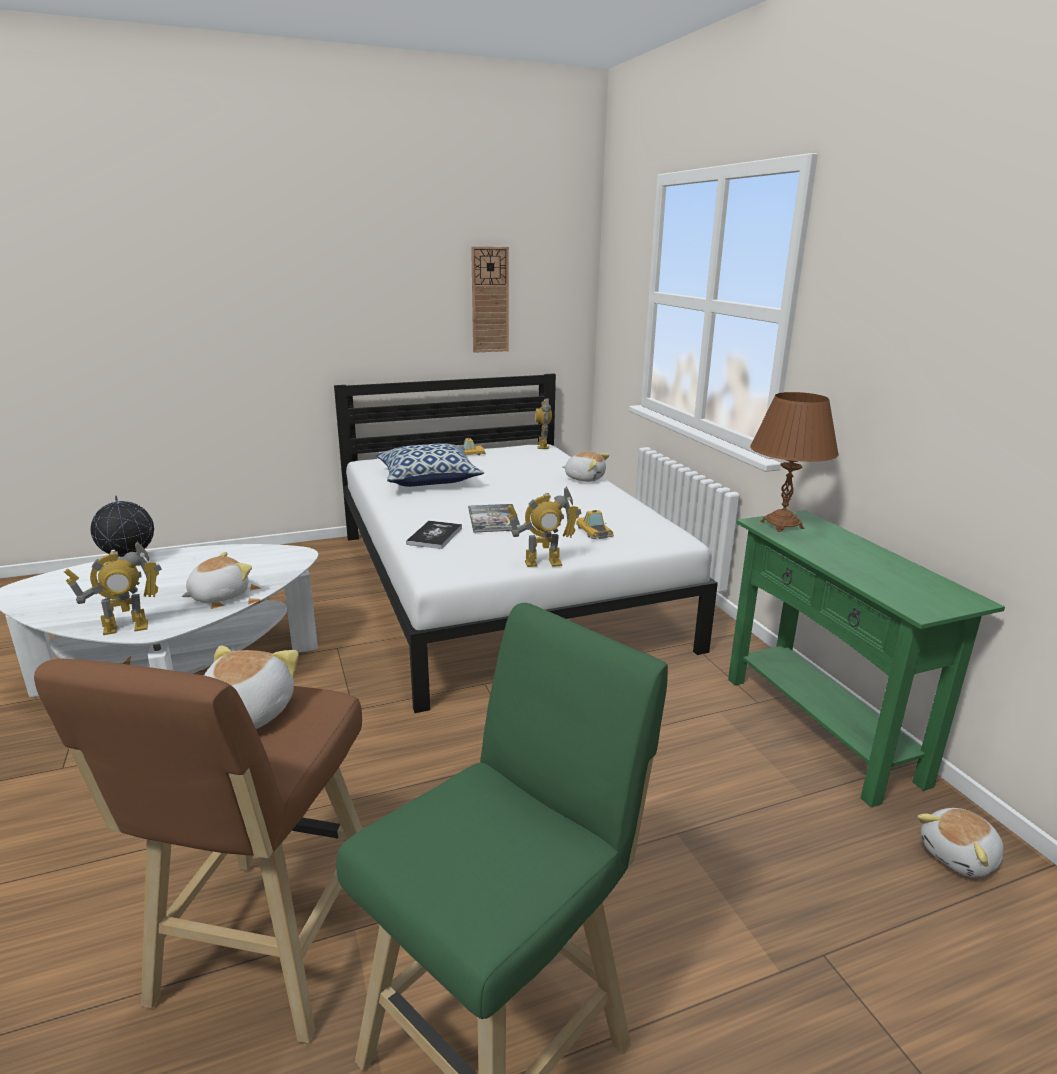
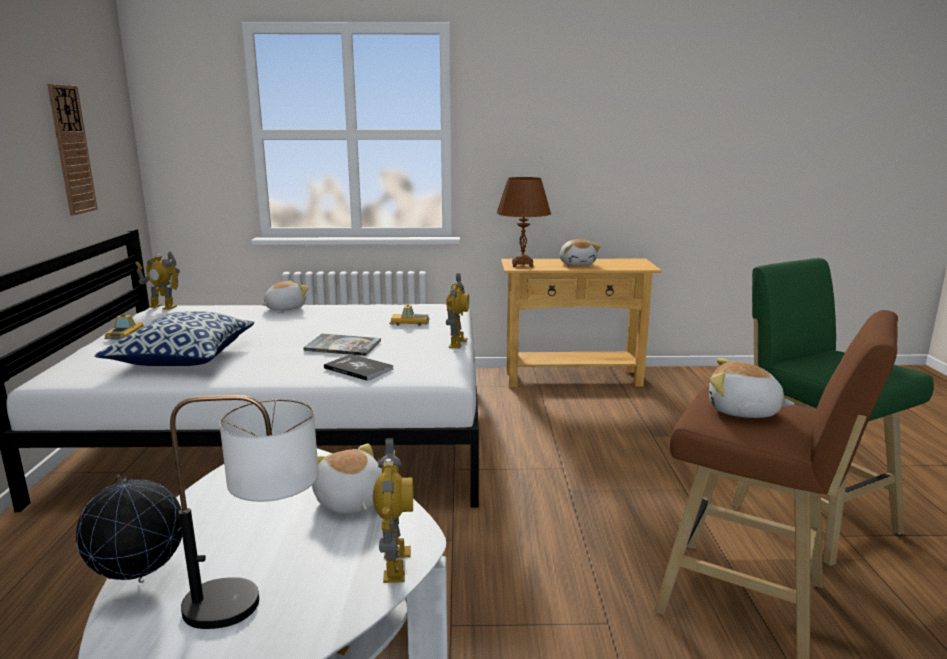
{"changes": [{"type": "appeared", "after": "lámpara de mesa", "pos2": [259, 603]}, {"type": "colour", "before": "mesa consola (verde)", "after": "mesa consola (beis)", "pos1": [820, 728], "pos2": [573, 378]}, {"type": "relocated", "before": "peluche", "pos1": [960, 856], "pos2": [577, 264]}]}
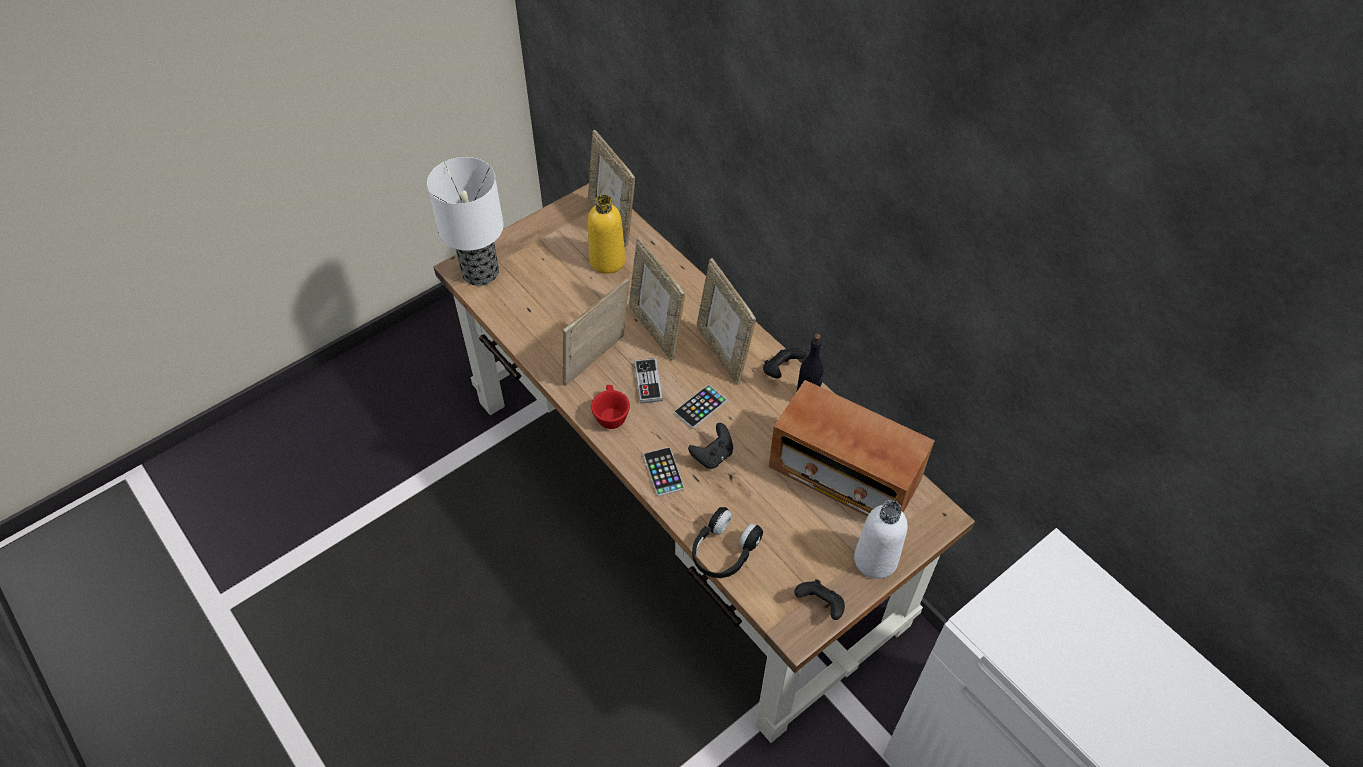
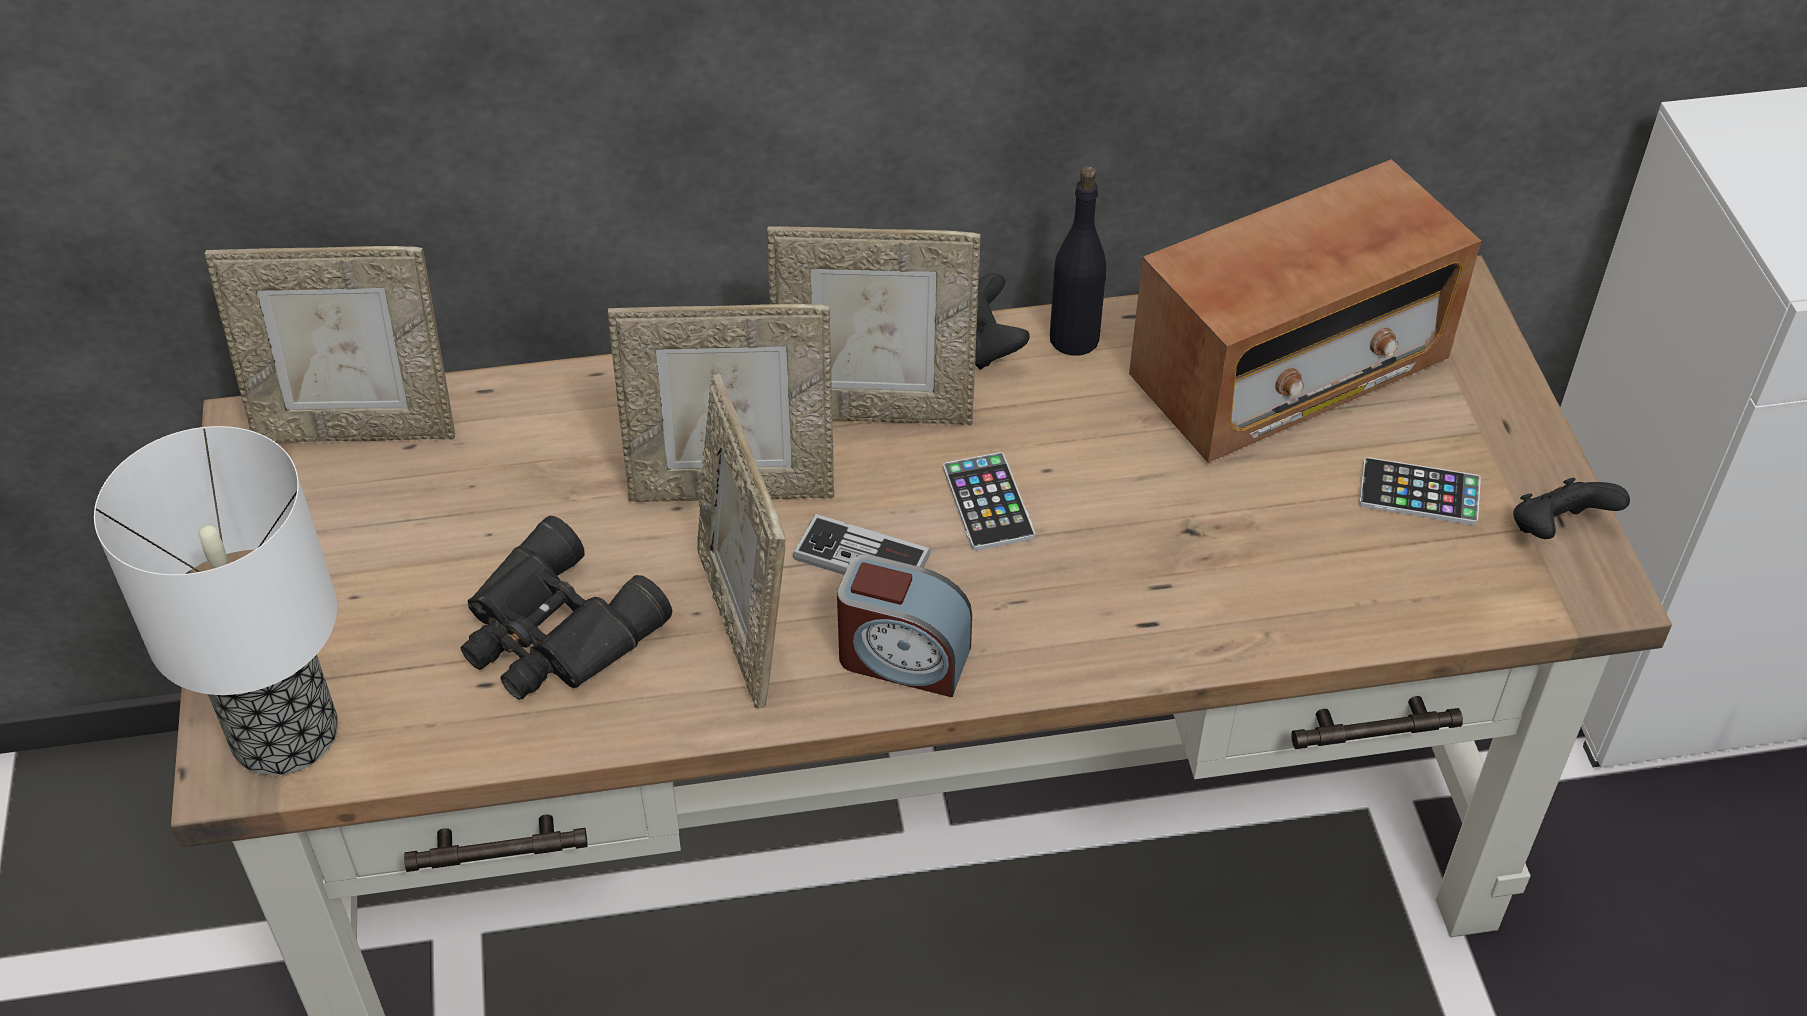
{"changes": [{"type": "appeared", "after": "prismáticos (negro)", "pos2": [554, 633]}, {"type": "exchanged", "before": "taza (rojo)", "after": "despertador", "pos1": [610, 414], "pos2": [903, 658]}, {"type": "relocated", "before": "móvil", "pos1": [663, 472], "pos2": [1419, 493]}, {"type": "missing", "before": "botella (amarillo)", "pos1": [607, 261]}, {"type": "missing", "before": "mando de consola (negro)", "pos1": [713, 456]}, {"type": "missing", "before": "auriculares (negro)", "pos1": [723, 551]}, {"type": "missing", "before": "botella (blanco)", "pos1": [875, 559]}]}
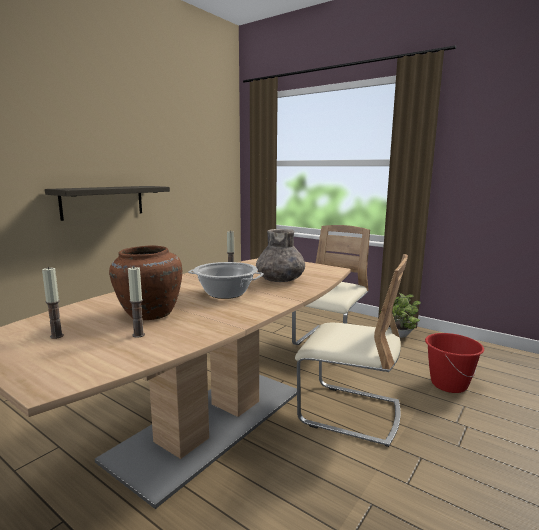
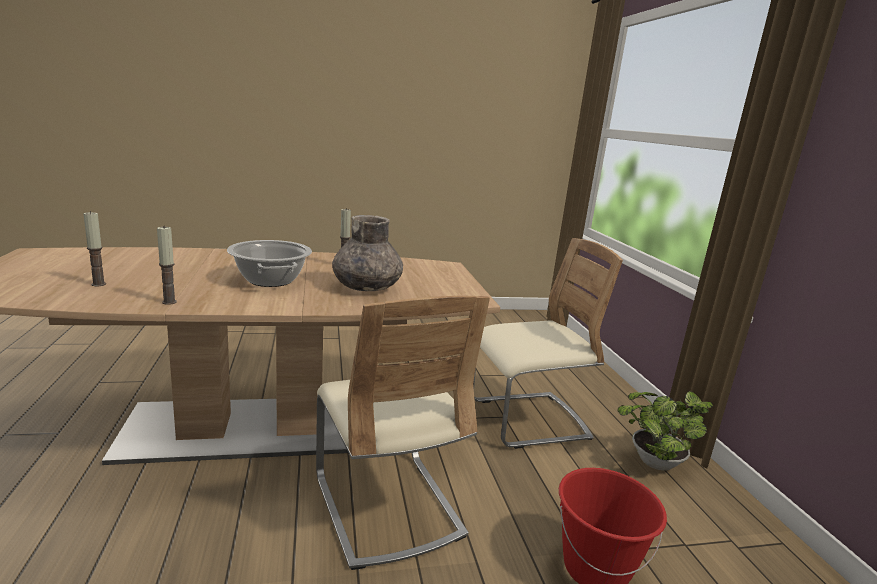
{"changes": [{"type": "relocated", "before": "vela", "pos1": [56, 336], "pos2": [169, 302]}, {"type": "missing", "before": "estante", "pos1": [103, 202]}, {"type": "missing", "before": "florero (marrón)", "pos1": [148, 313]}]}
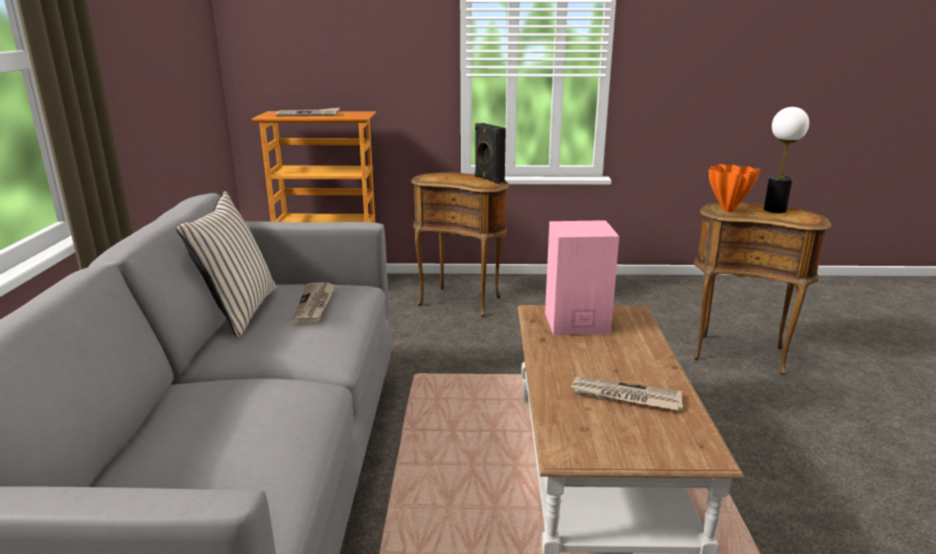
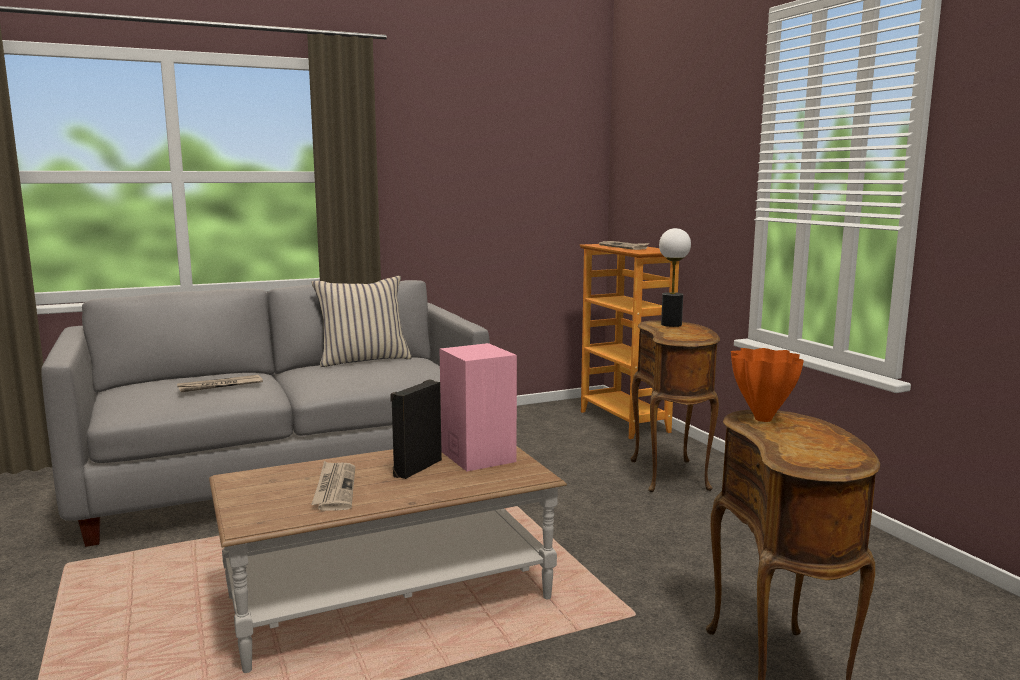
{"changes": [{"type": "relocated", "before": "periódico", "pos1": [315, 305], "pos2": [219, 386]}, {"type": "relocated", "before": "altavoz (negro)", "pos1": [488, 179], "pos2": [416, 468]}, {"type": "relocated", "before": "lámpara de mesa", "pos1": [775, 210], "pos2": [671, 325]}]}
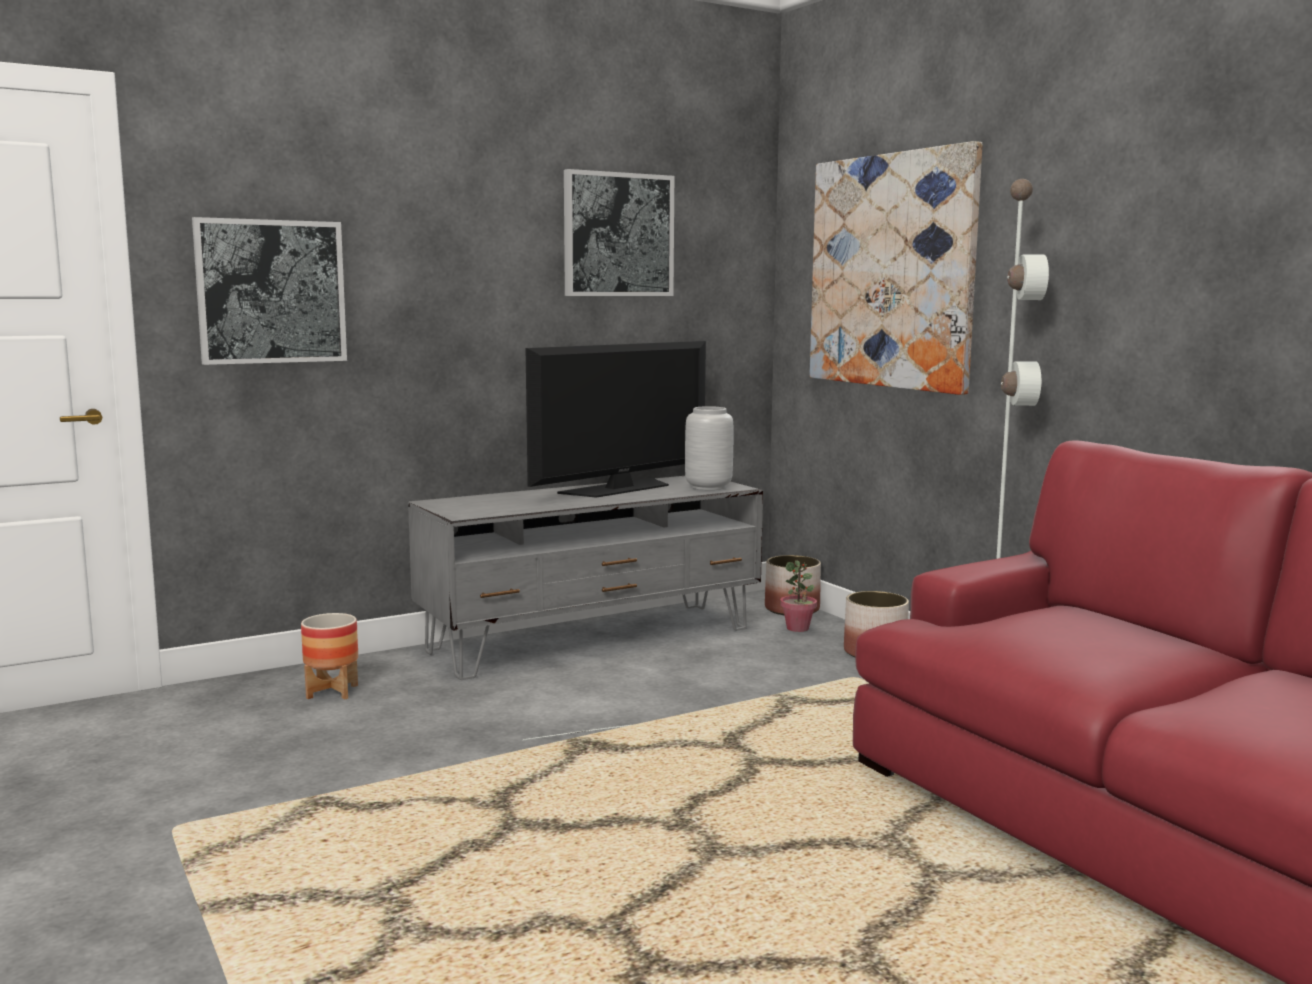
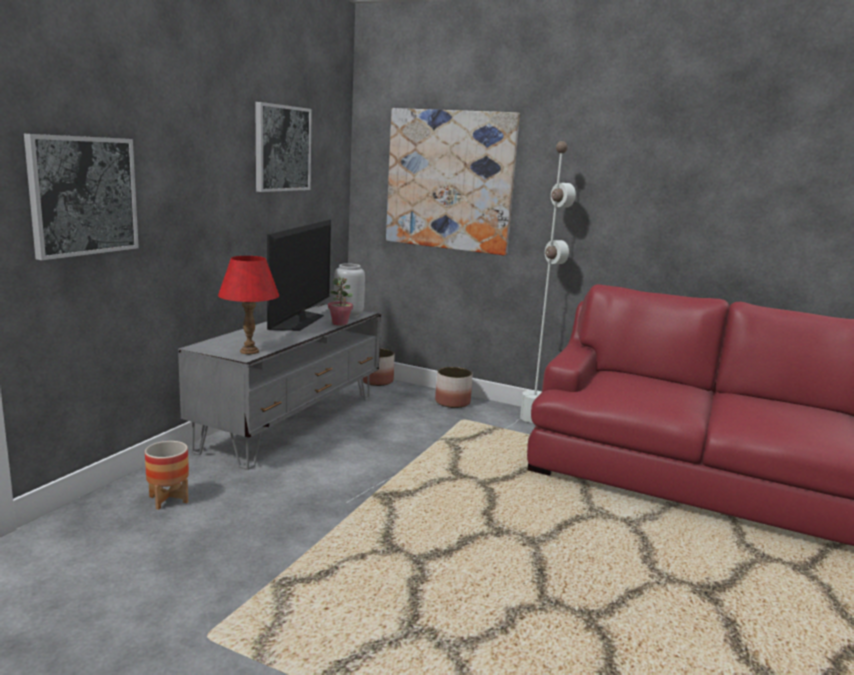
{"changes": [{"type": "appeared", "after": "lámpara de mesa (rojo)", "pos2": [249, 351]}, {"type": "relocated", "before": "planta en maceta", "pos1": [798, 628], "pos2": [340, 323]}]}
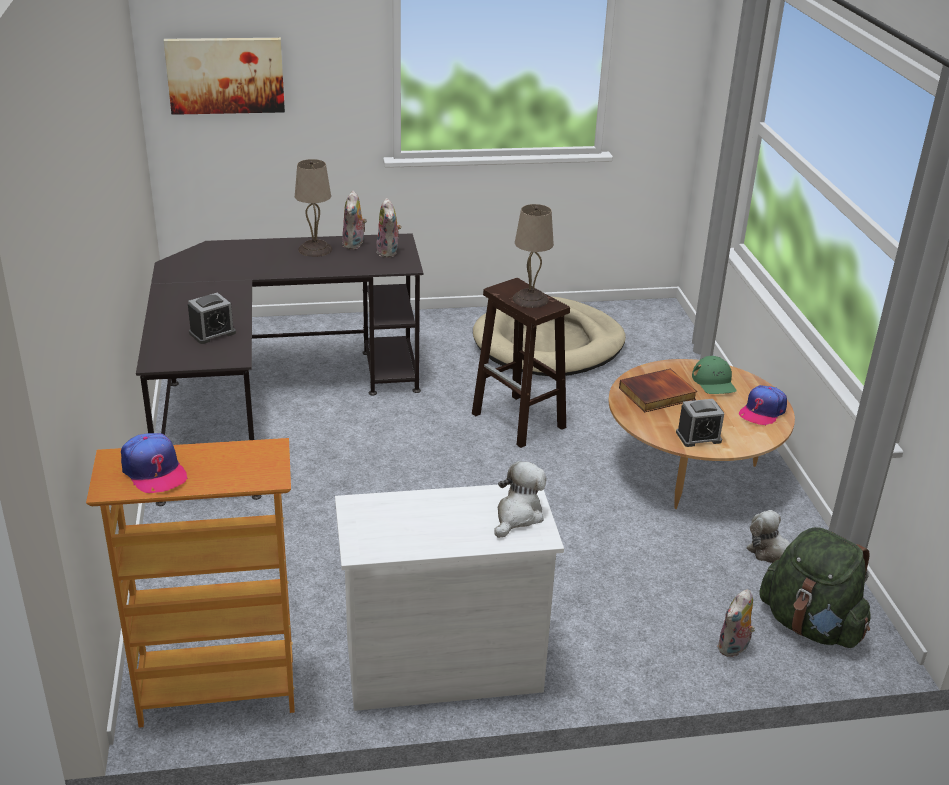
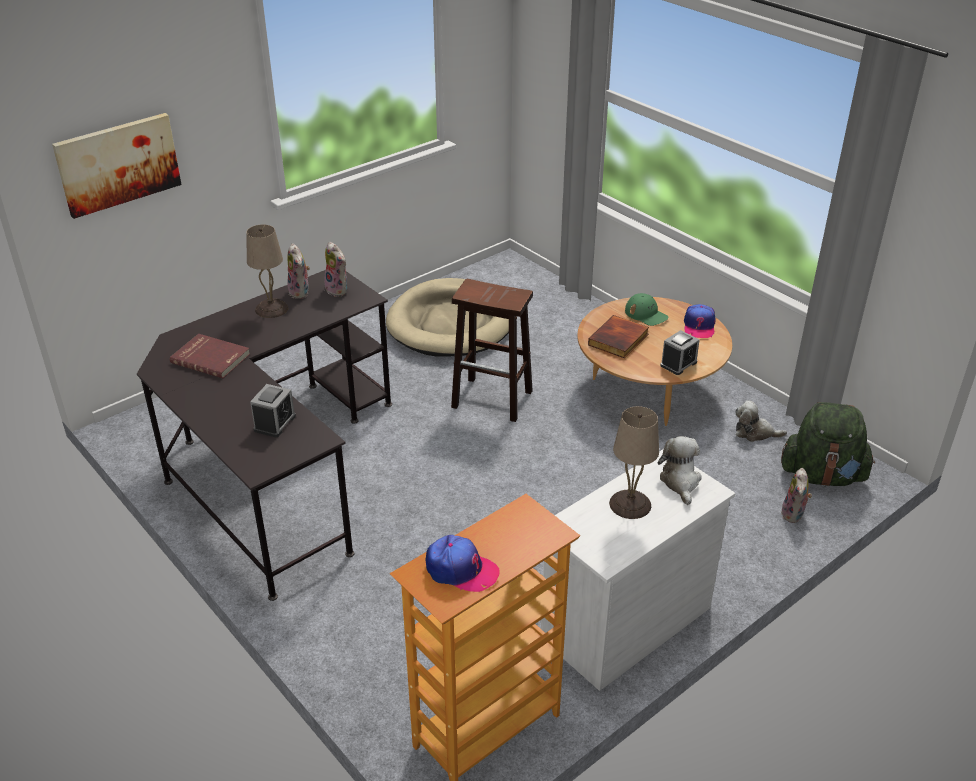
{"changes": [{"type": "appeared", "after": "libro (rojo)", "pos2": [211, 358]}, {"type": "relocated", "before": "lámpara de mesa (beis)", "pos1": [531, 299], "pos2": [631, 504]}]}
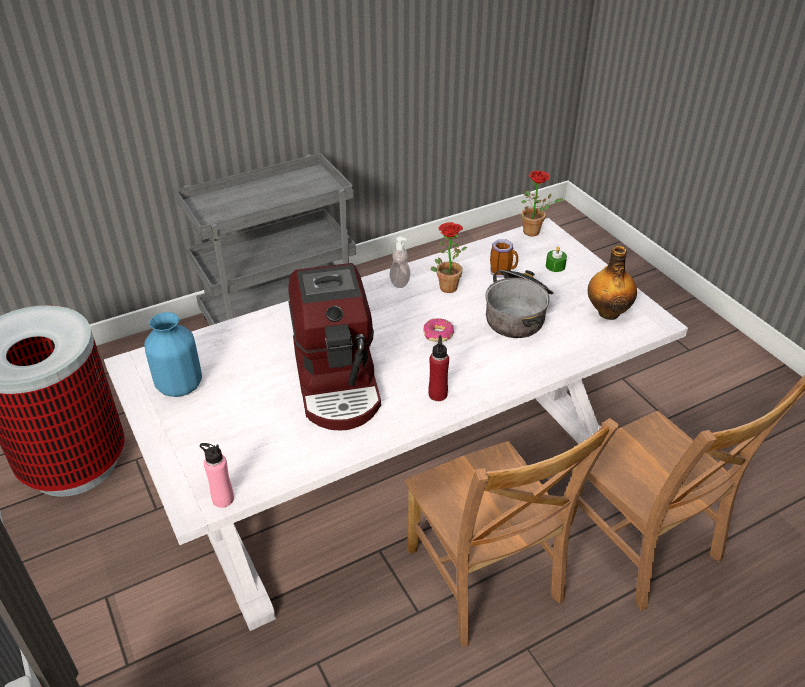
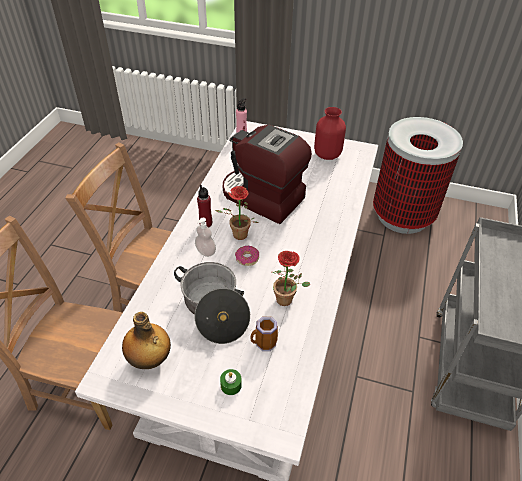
{"changes": [{"type": "relocated", "before": "dispensador de jabón", "pos1": [400, 282], "pos2": [205, 251]}, {"type": "relocated", "before": "planta en maceta", "pos1": [535, 232], "pos2": [237, 236]}, {"type": "colour", "before": "florero (azul)", "after": "florero (rojo)", "pos1": [179, 386], "pos2": [327, 154]}]}
